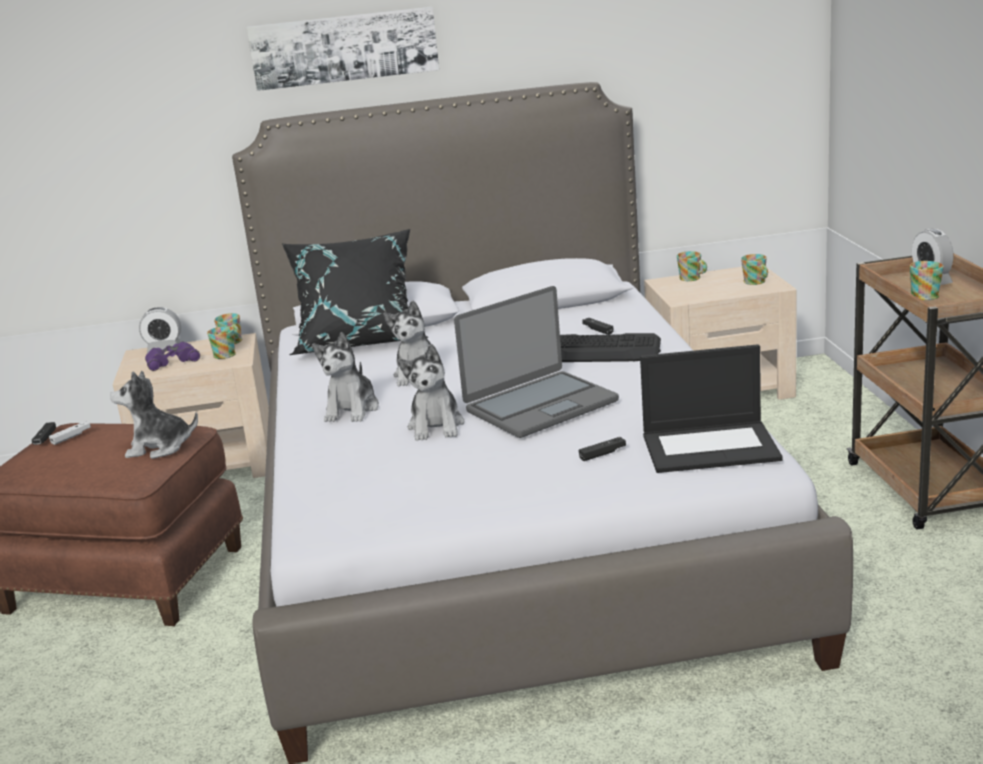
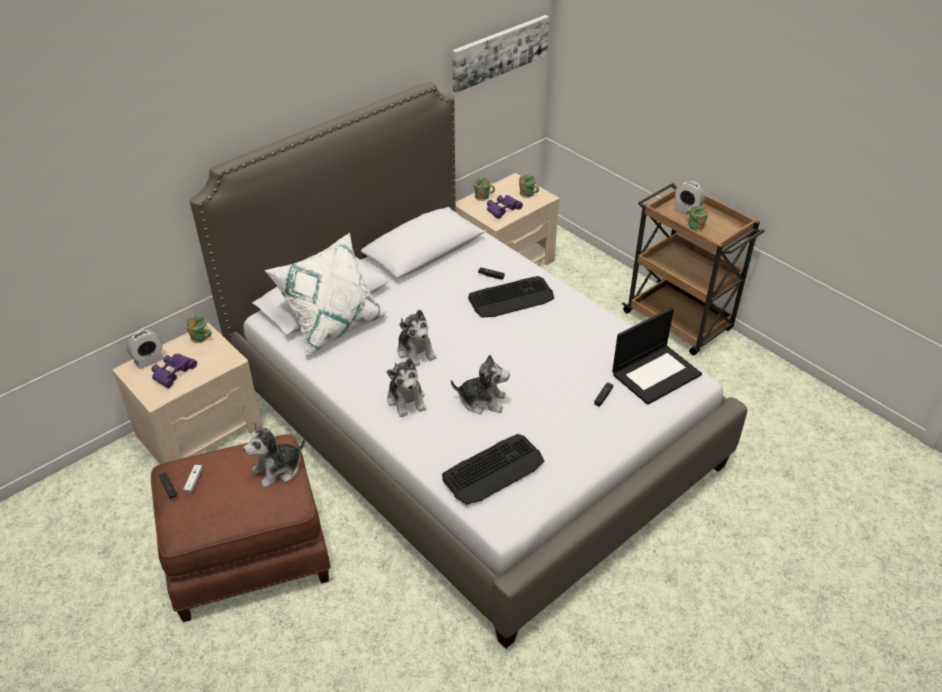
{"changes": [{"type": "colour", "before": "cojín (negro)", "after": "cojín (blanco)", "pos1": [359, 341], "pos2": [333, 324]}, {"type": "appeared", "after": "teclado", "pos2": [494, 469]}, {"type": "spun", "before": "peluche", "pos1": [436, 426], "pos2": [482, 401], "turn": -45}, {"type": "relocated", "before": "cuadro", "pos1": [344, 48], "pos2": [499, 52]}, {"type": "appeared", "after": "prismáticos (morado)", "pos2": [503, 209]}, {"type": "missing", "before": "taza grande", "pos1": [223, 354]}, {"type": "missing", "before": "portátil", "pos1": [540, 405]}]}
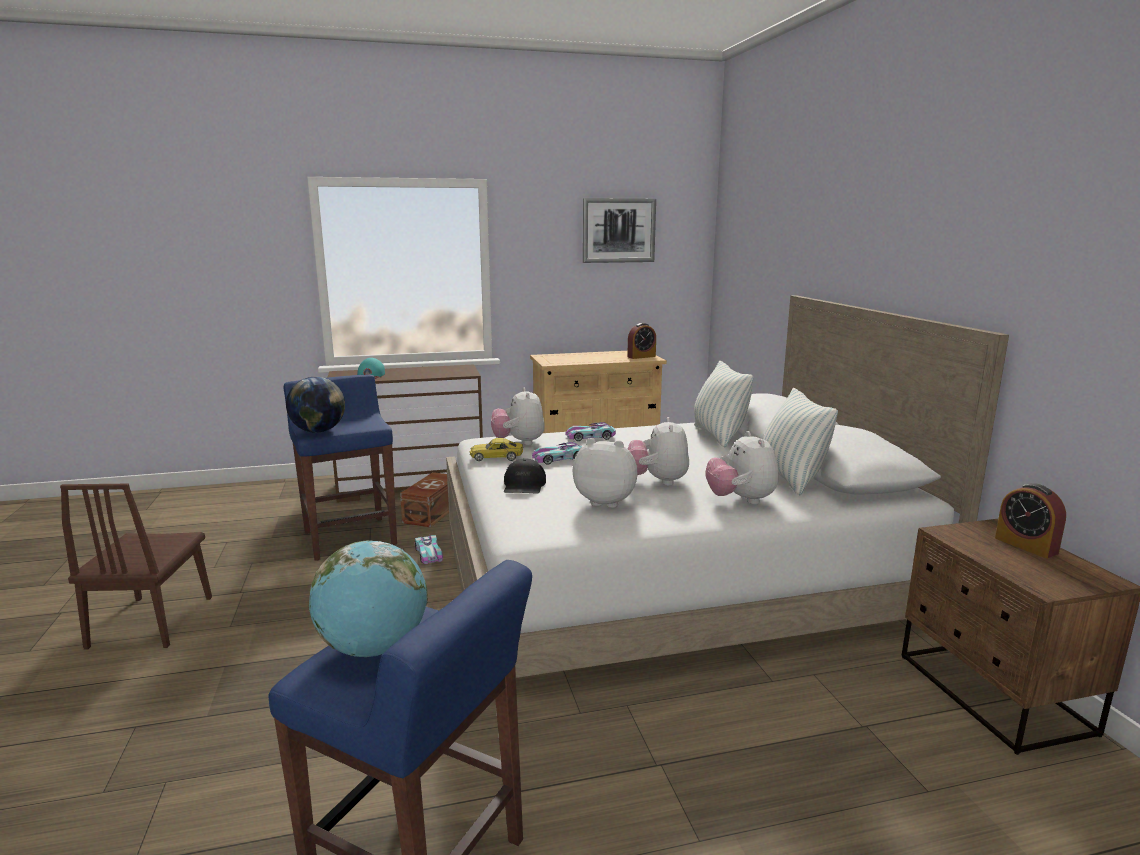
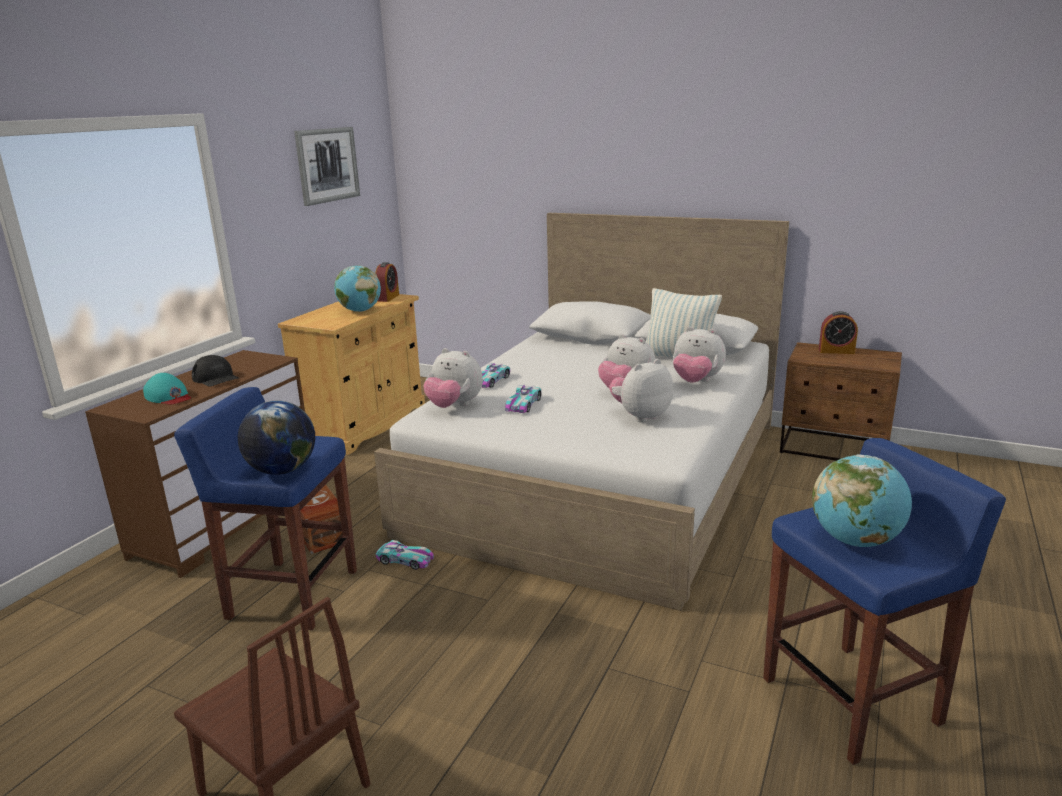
{"changes": [{"type": "relocated", "before": "gorra (negro)", "pos1": [524, 485], "pos2": [216, 378]}, {"type": "appeared", "after": "globo terráqueo", "pos2": [360, 311]}, {"type": "missing", "before": "coche de juguete (amarillo)", "pos1": [496, 457]}, {"type": "missing", "before": "cojín", "pos1": [718, 435]}]}
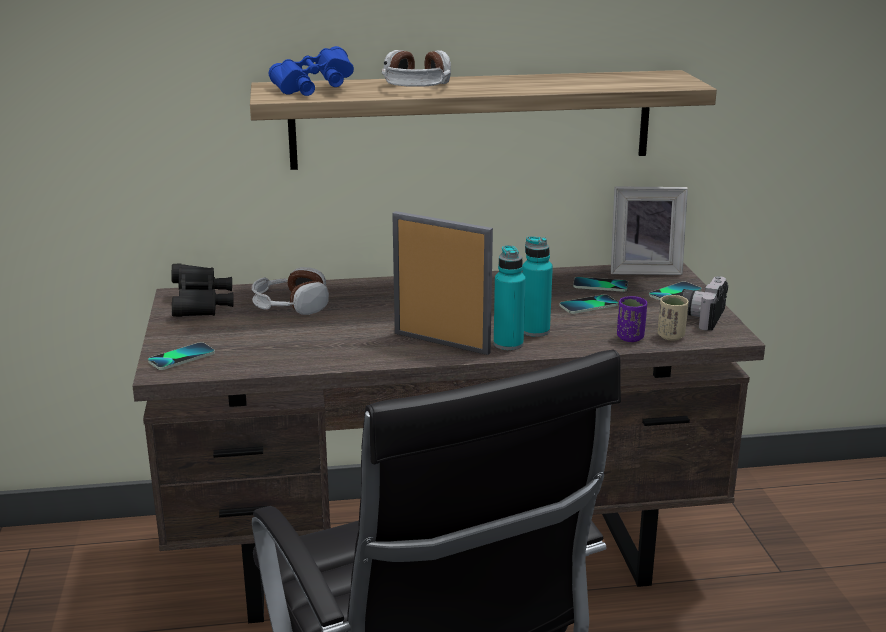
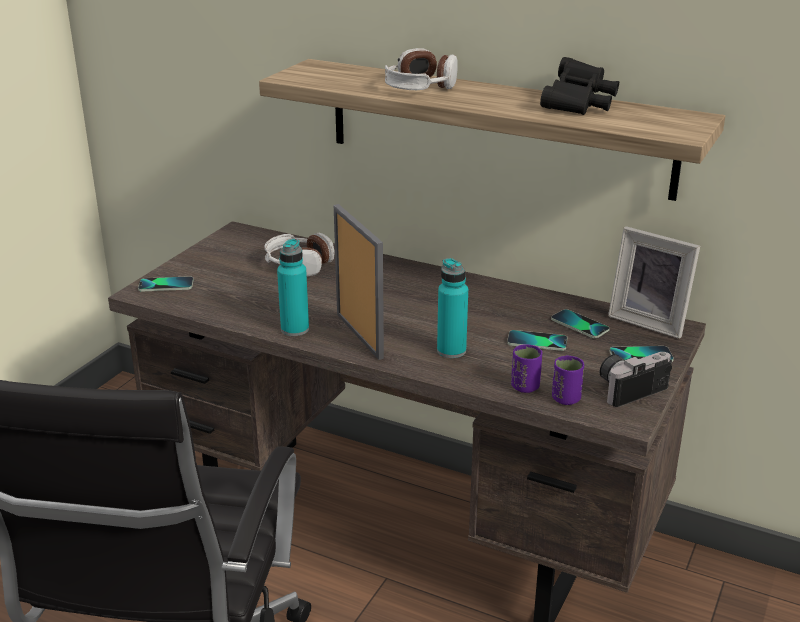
{"changes": [{"type": "relocated", "before": "botella (turquesa)", "pos1": [508, 344], "pos2": [295, 329]}, {"type": "relocated", "before": "prismáticos (negro)", "pos1": [201, 305], "pos2": [579, 105]}, {"type": "colour", "before": "taza (beis)", "after": "taza (morado)", "pos1": [671, 336], "pos2": [566, 399]}, {"type": "missing", "before": "prismáticos (azul)", "pos1": [314, 90]}]}
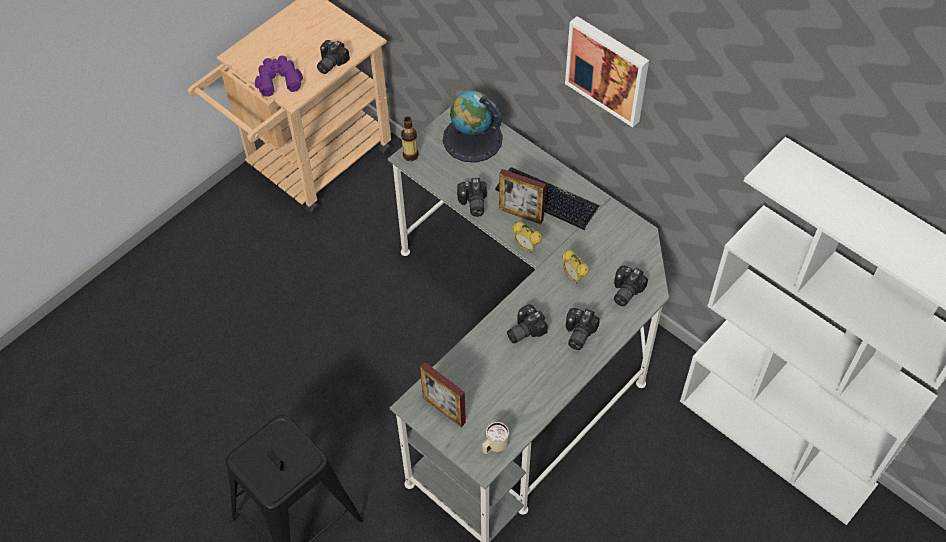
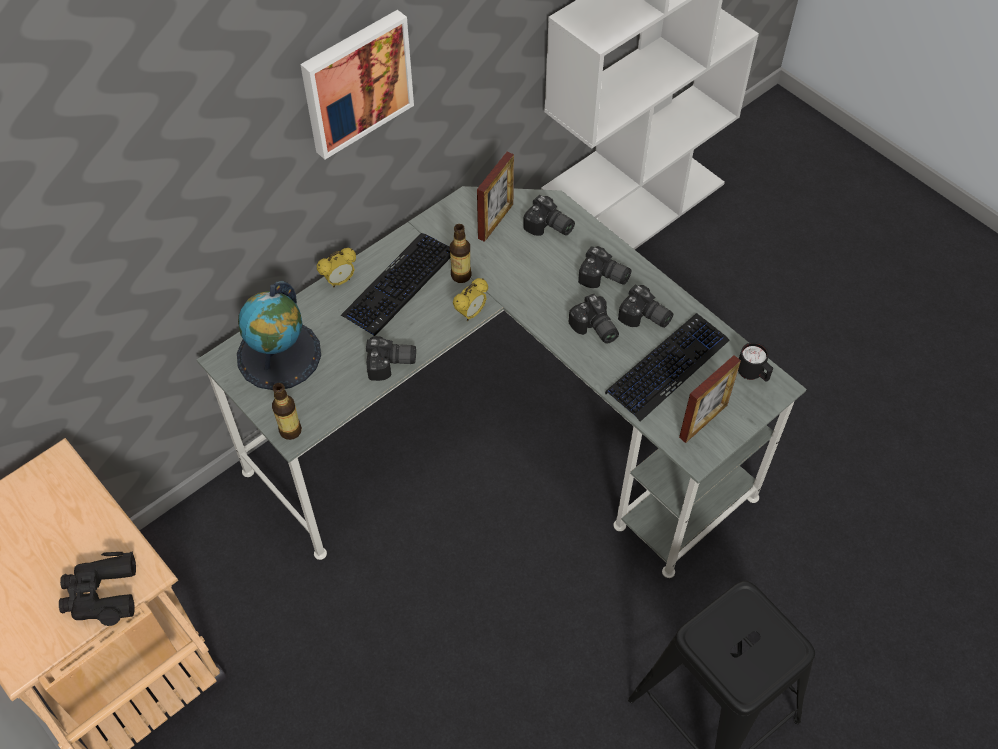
{"changes": [{"type": "colour", "before": "prismáticos (morado)", "after": "prismáticos (negro)", "pos1": [278, 79], "pos2": [101, 594]}, {"type": "relocated", "before": "despertador", "pos1": [574, 277], "pos2": [340, 281]}, {"type": "appeared", "after": "botella", "pos2": [461, 275]}, {"type": "relocated", "before": "portarretratos", "pos1": [521, 214], "pos2": [495, 221]}, {"type": "appeared", "after": "teclado", "pos2": [667, 367]}, {"type": "relocated", "before": "cámara", "pos1": [329, 63], "pos2": [645, 318]}, {"type": "colour", "before": "taza grande (beis)", "after": "taza grande (negro)", "pos1": [494, 446], "pos2": [752, 374]}]}
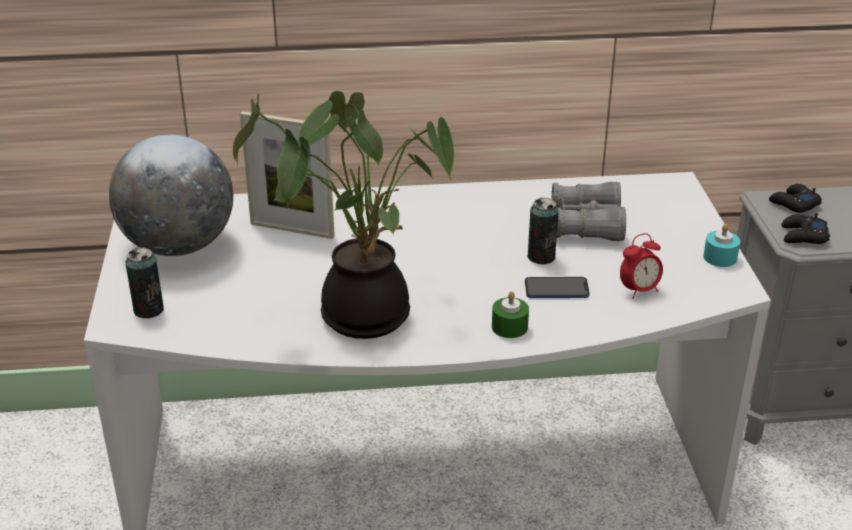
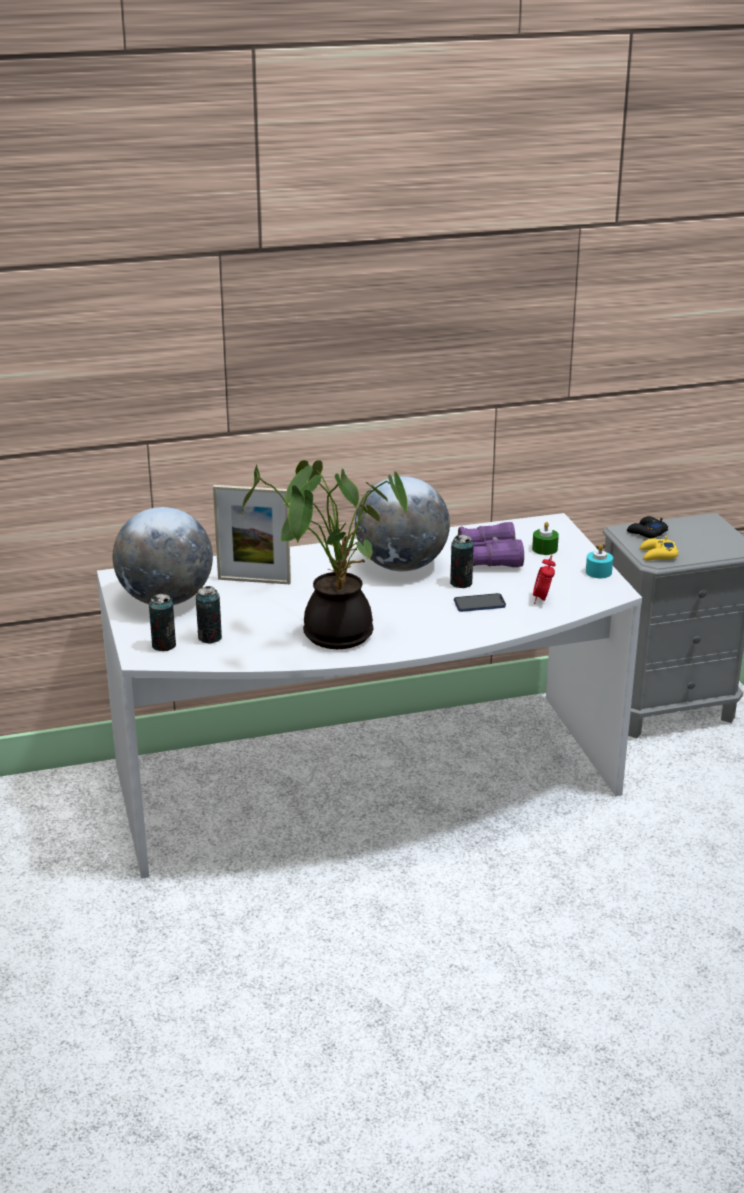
{"changes": [{"type": "appeared", "after": "lata", "pos2": [210, 638]}, {"type": "appeared", "after": "globo terráqueo", "pos2": [401, 566]}, {"type": "colour", "before": "prismáticos (gris)", "after": "prismáticos (morado)", "pos1": [587, 225], "pos2": [490, 557]}, {"type": "relocated", "before": "vela (verde)", "pos1": [509, 327], "pos2": [544, 549]}, {"type": "spun", "before": "despertador", "pos1": [639, 290], "pos2": [542, 599], "turn": 135}, {"type": "colour", "before": "mando de consola (negro)", "after": "mando de consola (amarillo)", "pos1": [803, 236], "pos2": [658, 555]}]}
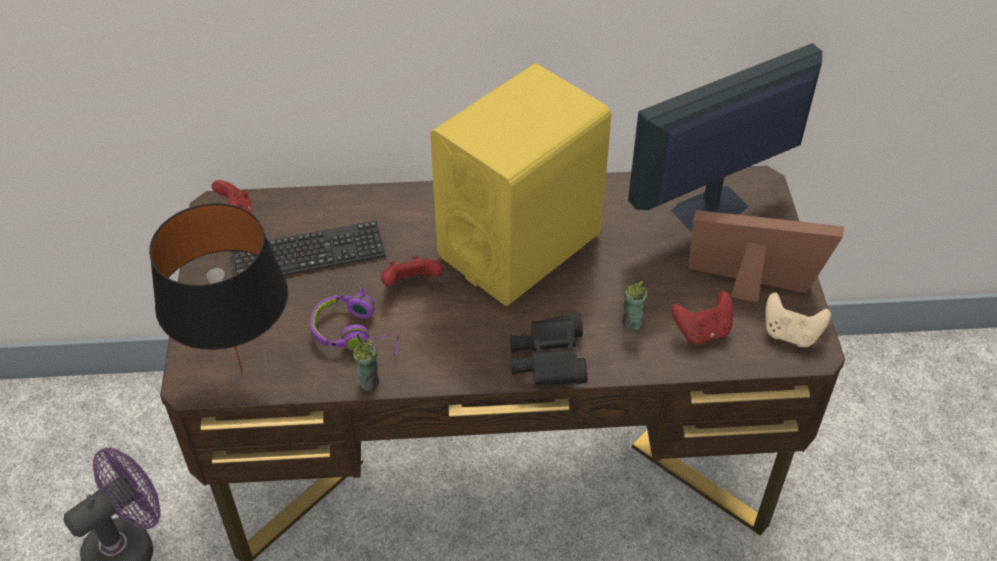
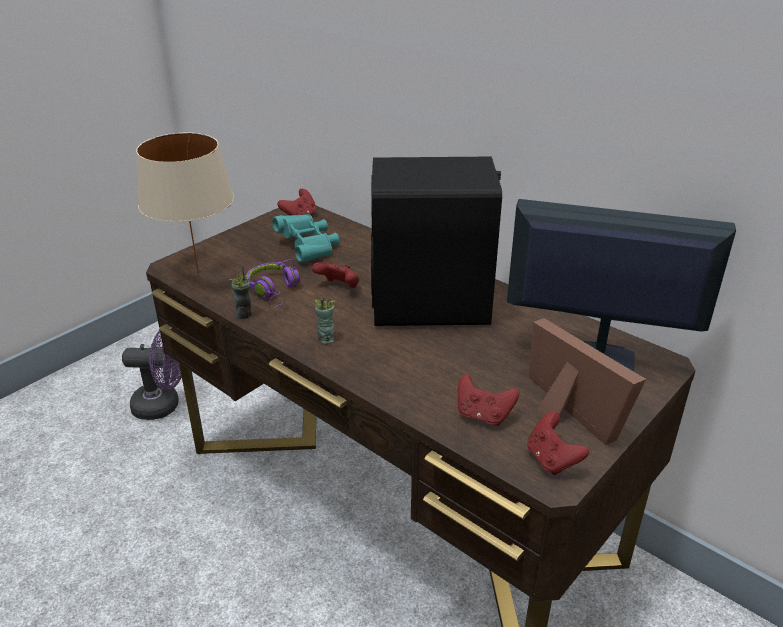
{"changes": [{"type": "colour", "before": "lámpara de mesa (negro)", "after": "lámpara de mesa (beis)", "pos1": [240, 370], "pos2": [197, 273]}, {"type": "exchanged", "before": "teclado", "after": "prismáticos (turquesa)", "pos1": [308, 255], "pos2": [308, 248]}, {"type": "relocated", "before": "taza", "pos1": [631, 323], "pos2": [326, 339]}, {"type": "colour", "before": "altavoz (amarillo)", "after": "altavoz (negro)", "pos1": [520, 245], "pos2": [431, 304]}, {"type": "colour", "before": "mando de consola (beis)", "after": "mando de consola (rojo)", "pos1": [790, 334], "pos2": [552, 460]}, {"type": "missing", "before": "prismáticos (negro)", "pos1": [549, 362]}]}
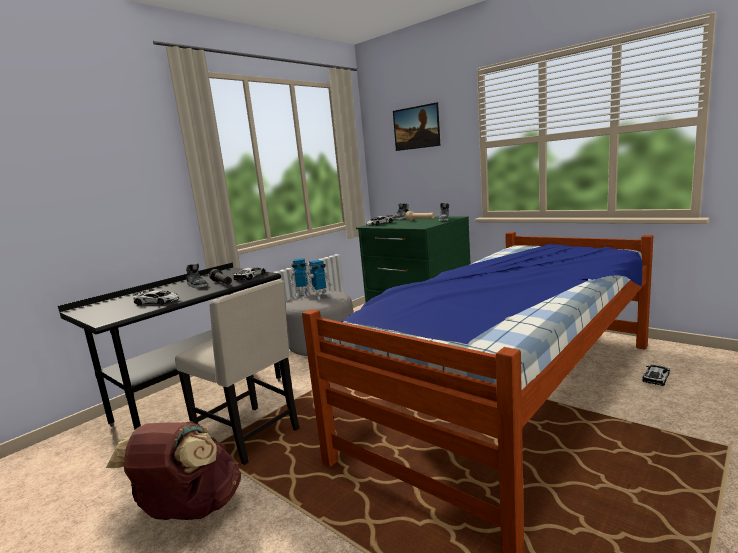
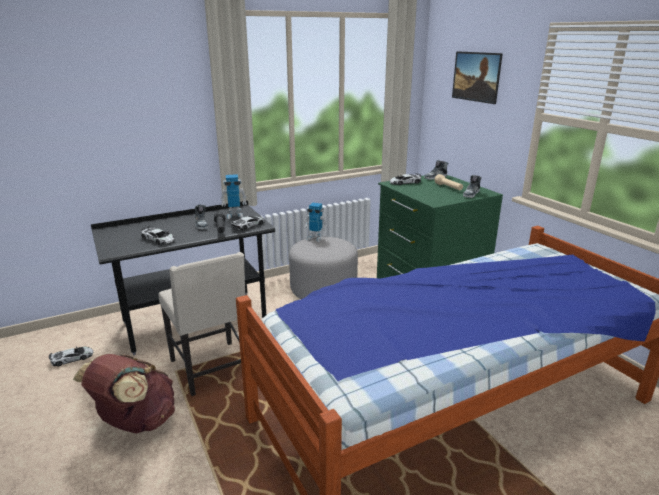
{"changes": [{"type": "relocated", "before": "coche de juguete", "pos1": [656, 377], "pos2": [72, 358]}, {"type": "relocated", "before": "robot de juguete", "pos1": [321, 297], "pos2": [235, 215]}]}
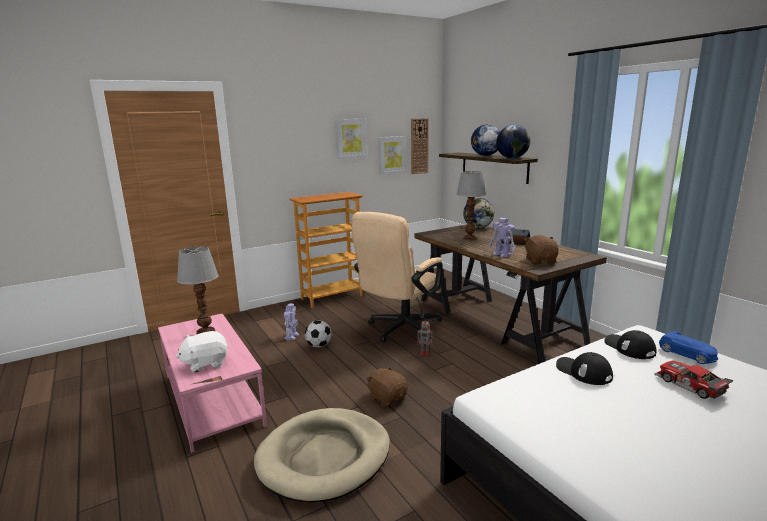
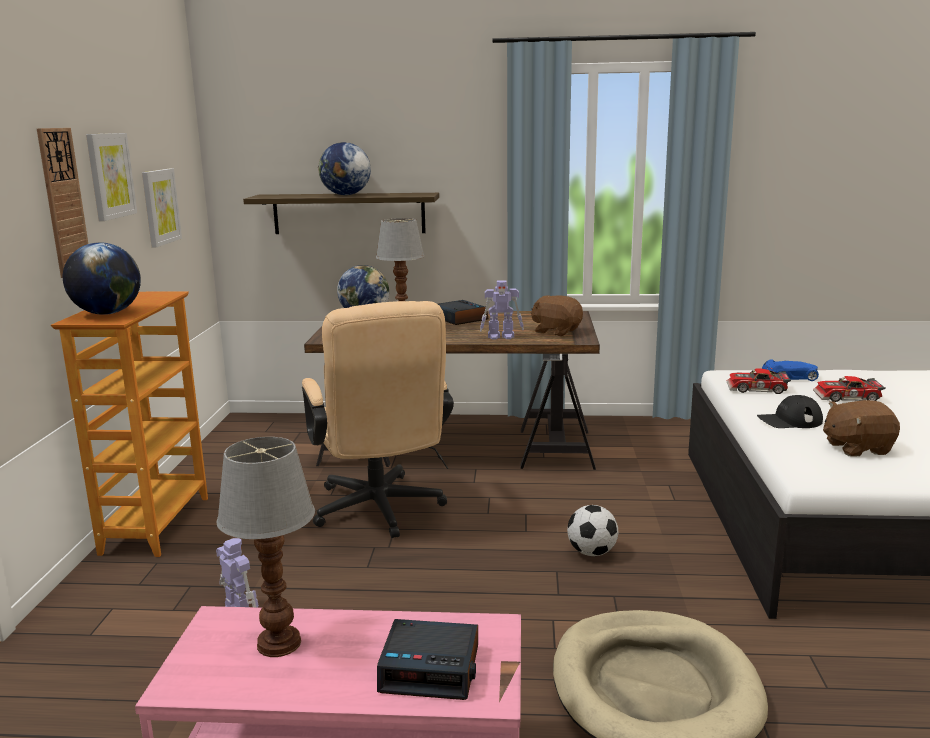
{"changes": [{"type": "relocated", "before": "reloj de pared", "pos1": [419, 146], "pos2": [63, 202]}, {"type": "relocated", "before": "globo terráqueo", "pos1": [512, 158], "pos2": [107, 313]}, {"type": "exchanged", "before": "peluche (blanco)", "after": "despertador", "pos1": [205, 363], "pos2": [431, 668]}, {"type": "relocated", "before": "balón de fútbol", "pos1": [318, 346], "pos2": [592, 553]}, {"type": "exchanged", "before": "gorra (negro)", "after": "coche de juguete", "pos1": [629, 347], "pos2": [757, 389]}, {"type": "relocated", "before": "peluche (marrón)", "pos1": [387, 398], "pos2": [856, 448]}, {"type": "missing", "before": "robot de juguete", "pos1": [425, 352]}]}
